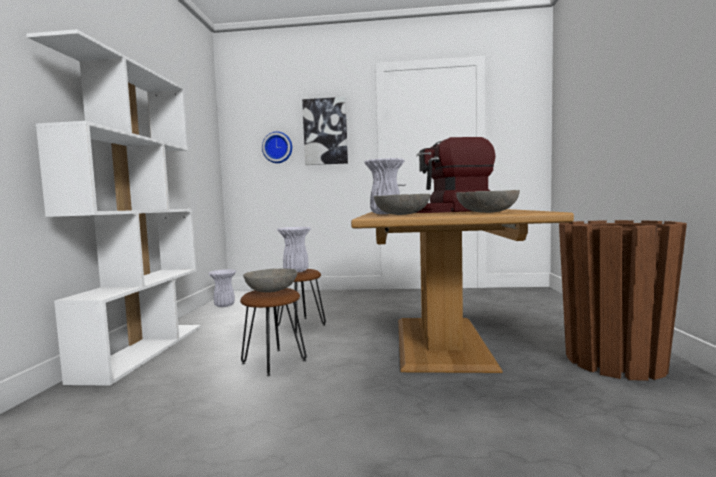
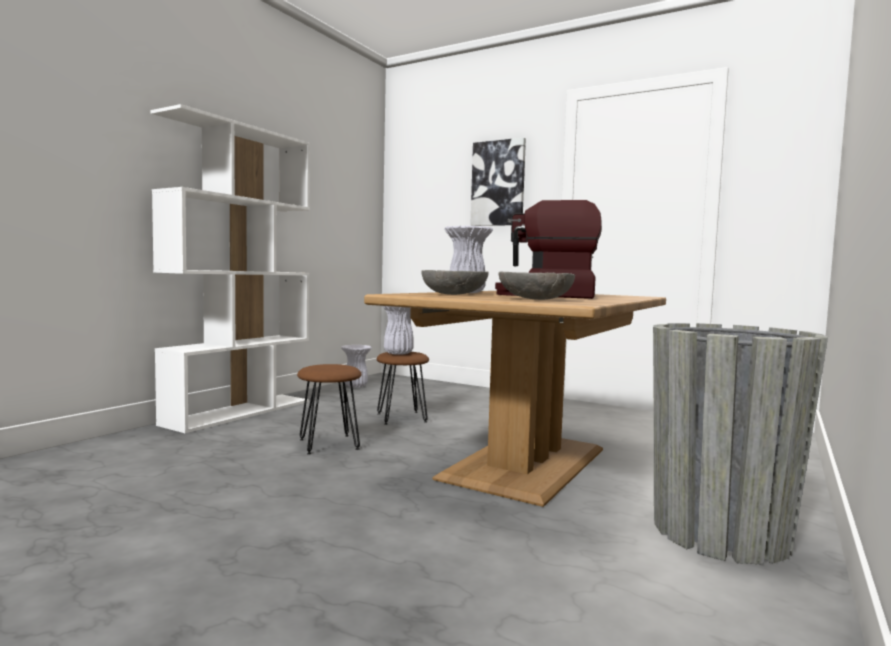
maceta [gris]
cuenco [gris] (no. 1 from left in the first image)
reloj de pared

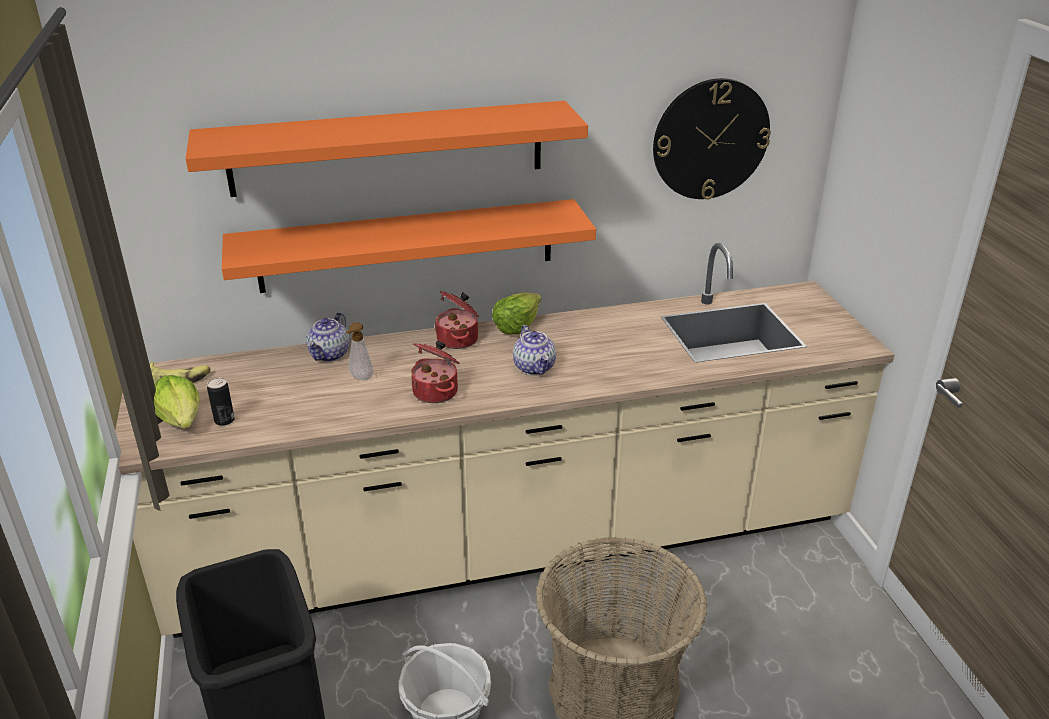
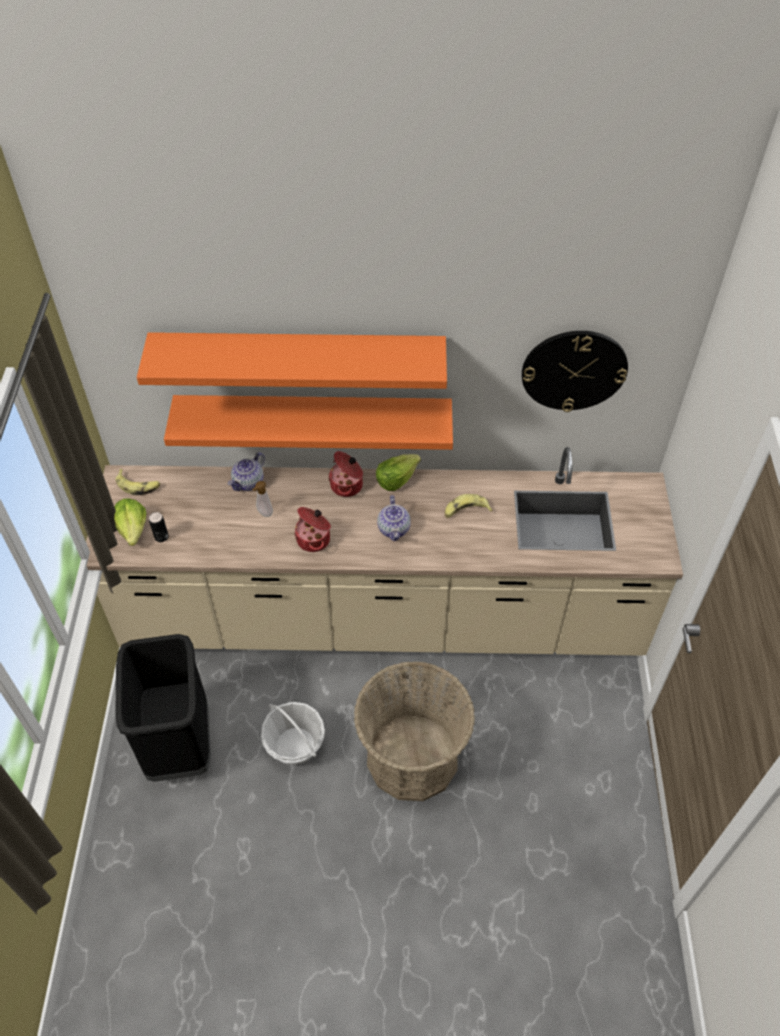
plátano (no. 2 from left)

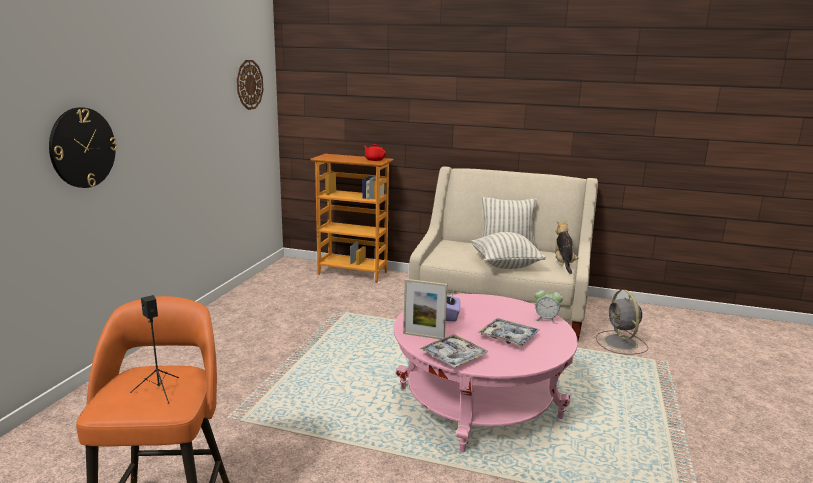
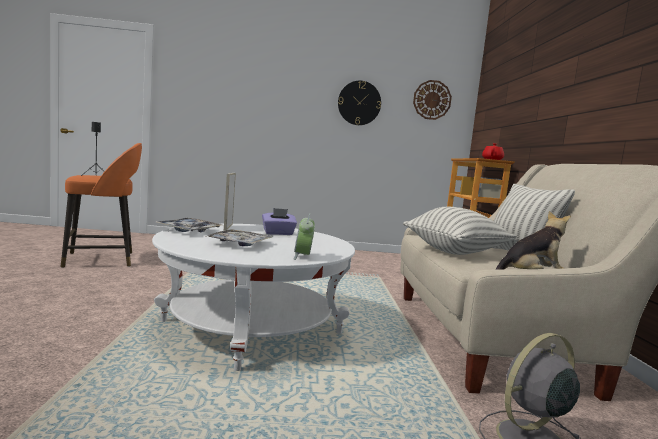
mesa de centro [blanco]
reloj de pared (no. 1 from left)

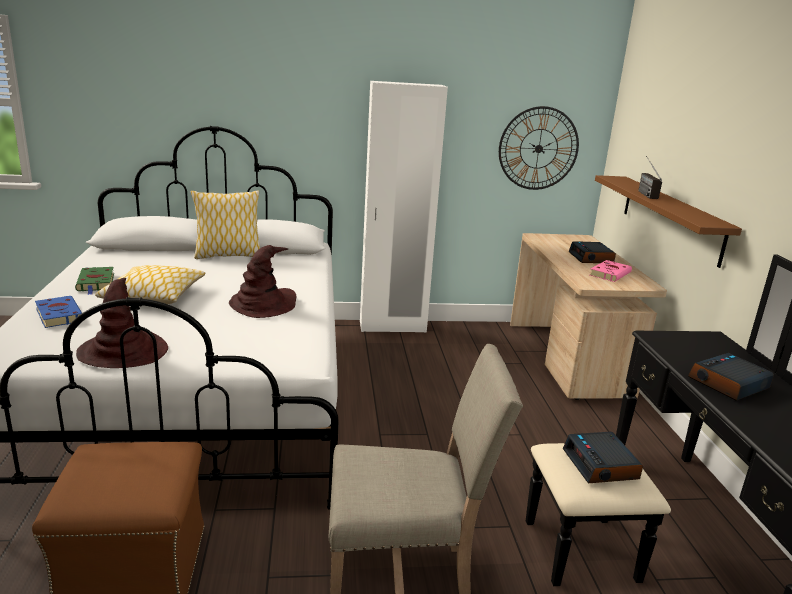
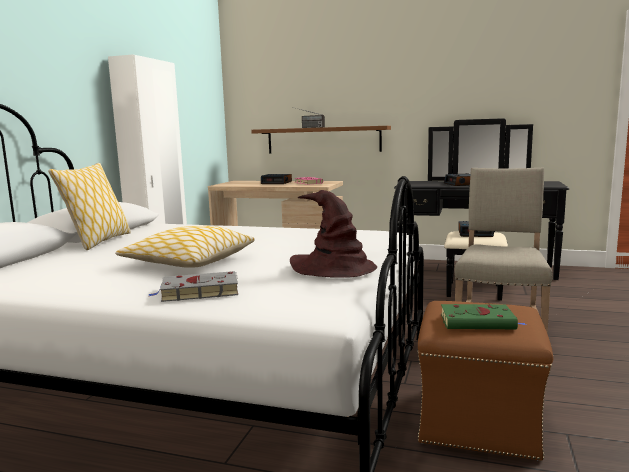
libro [gris]
libro [verde]
sombrero [marrón] (no. 2 from left in the first image)
reloj de pared

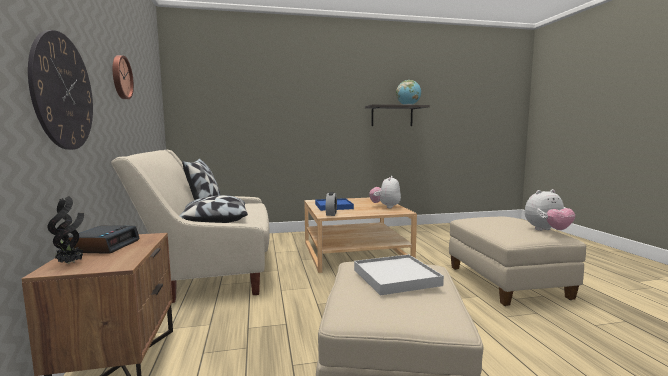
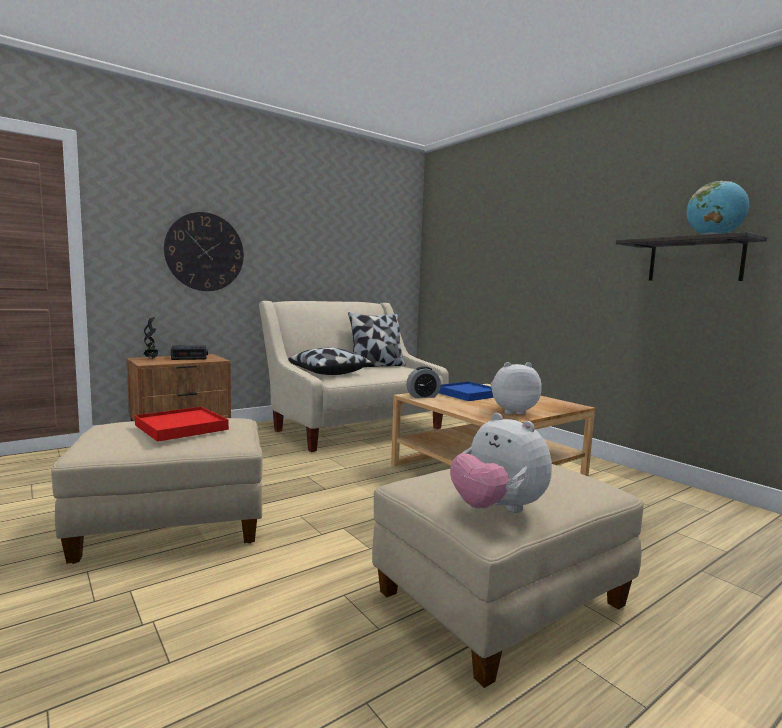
bandeja [rojo]
reloj de pared (no. 2 from left in the first image)

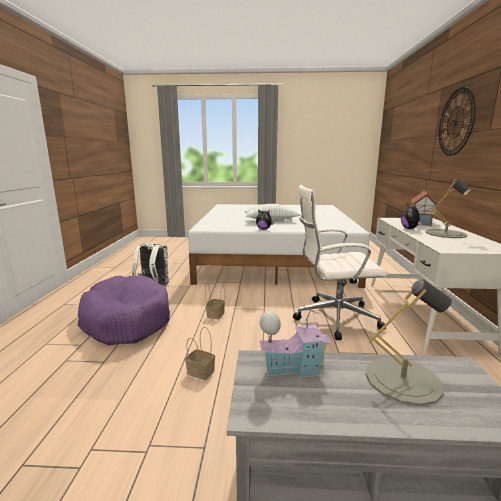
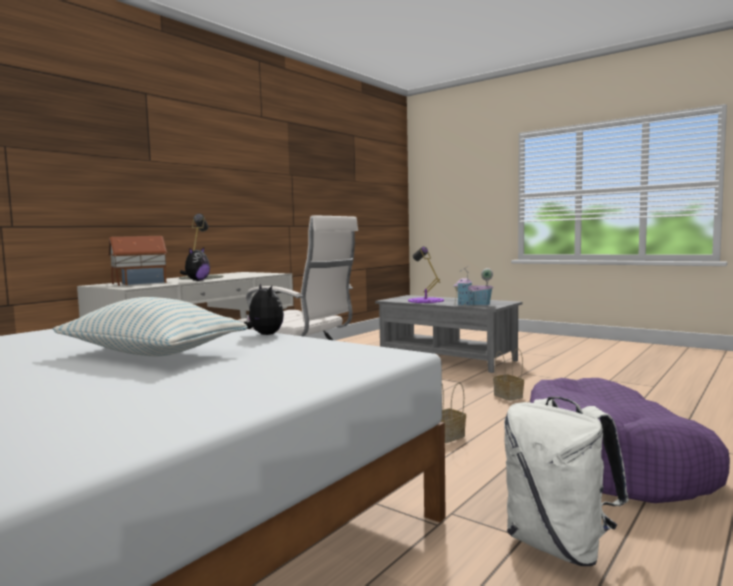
lámpara de mesa [morado]
reloj de pared

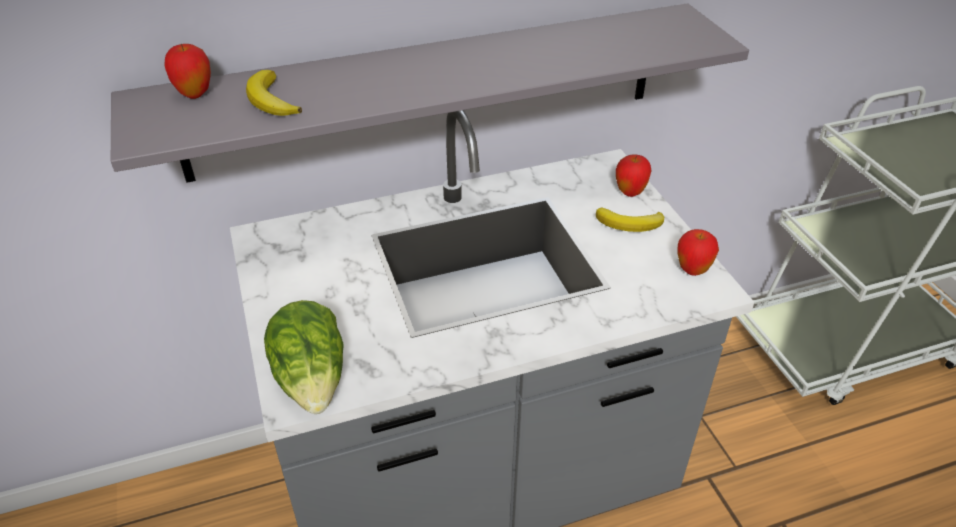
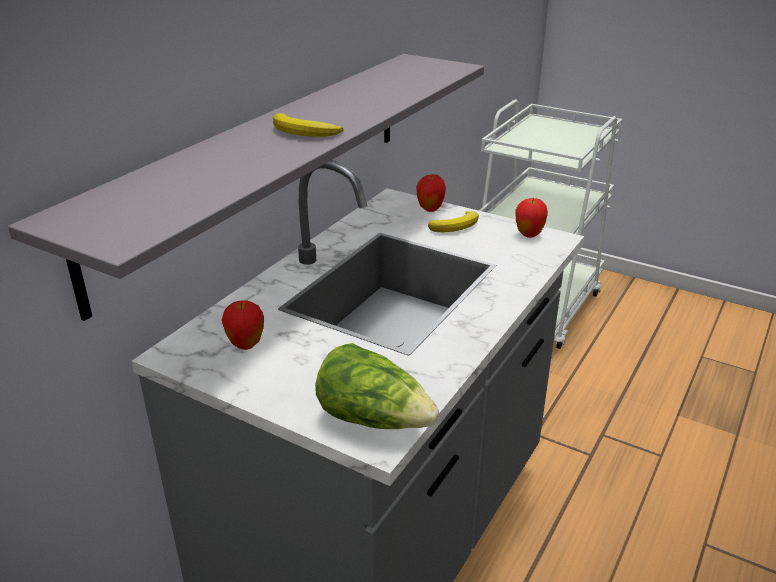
manzana (no. 1 from left)
plátano (no. 1 from left)

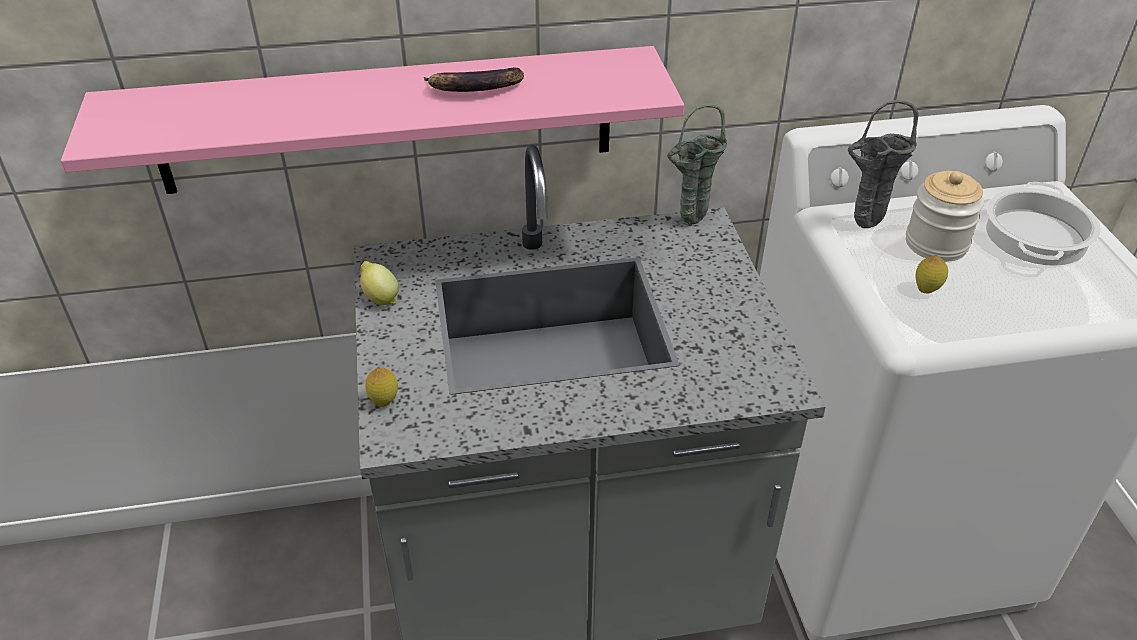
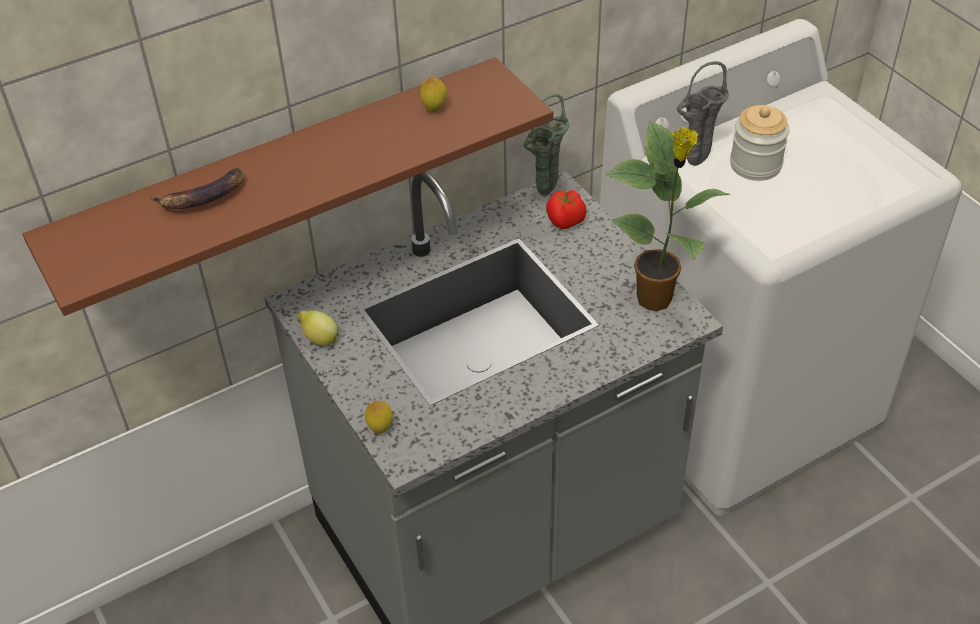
estante [marrón]
plátano
limón (no. 3 from left)
tomate
planta en maceta
olla

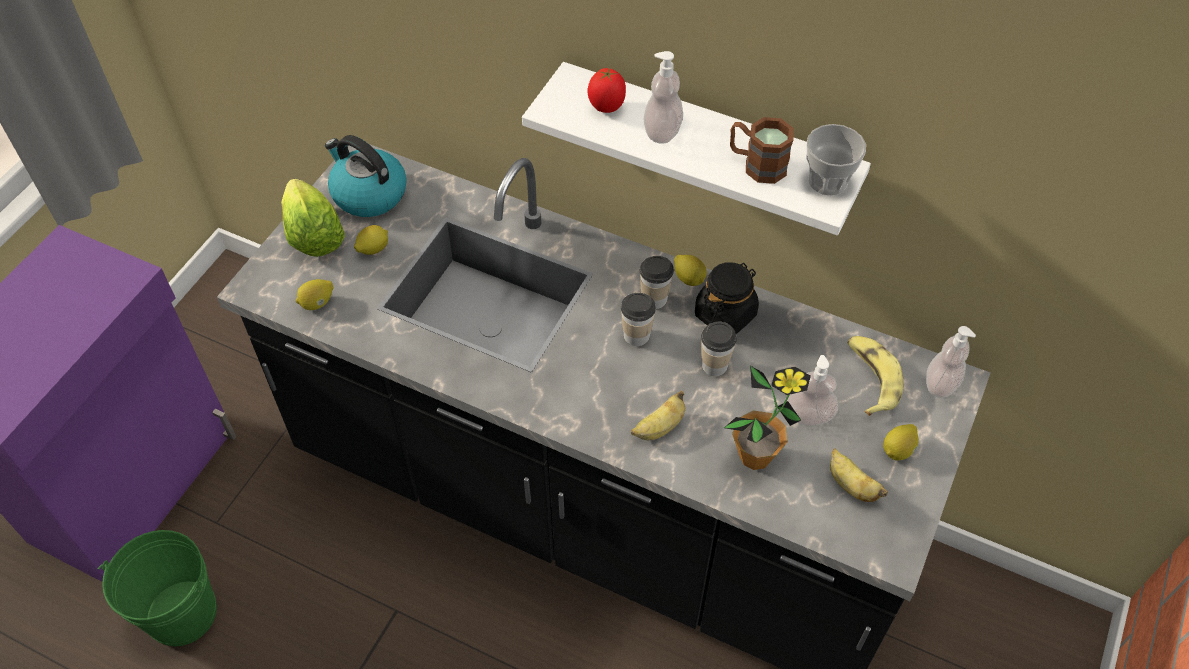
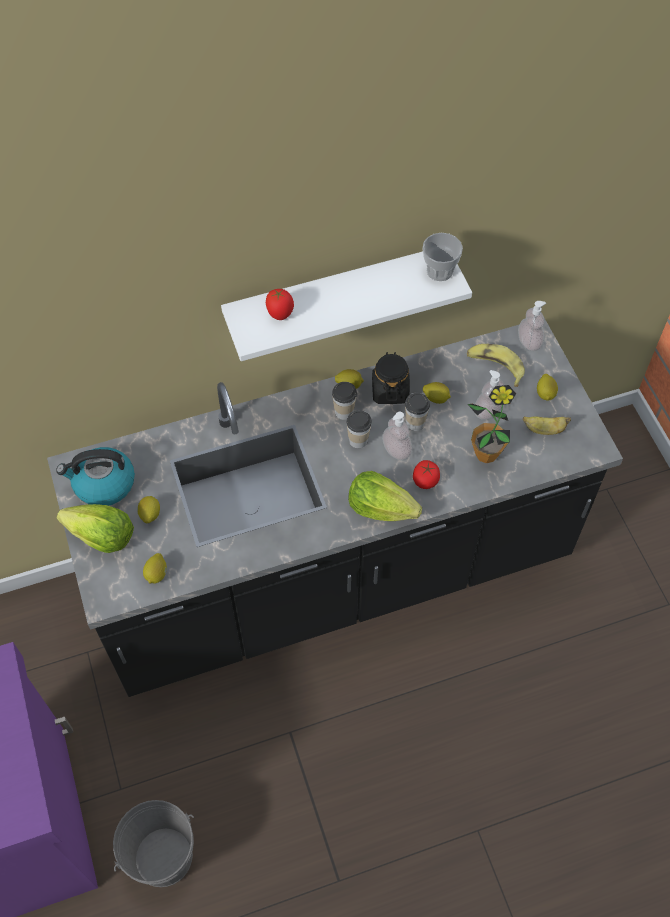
cubo [gris]
lechuga (no. 2 from left)
dispensador de jabón (no. 1 from left)
tomate (no. 2 from left)
limón (no. 4 from left)
taza grande [marrón]

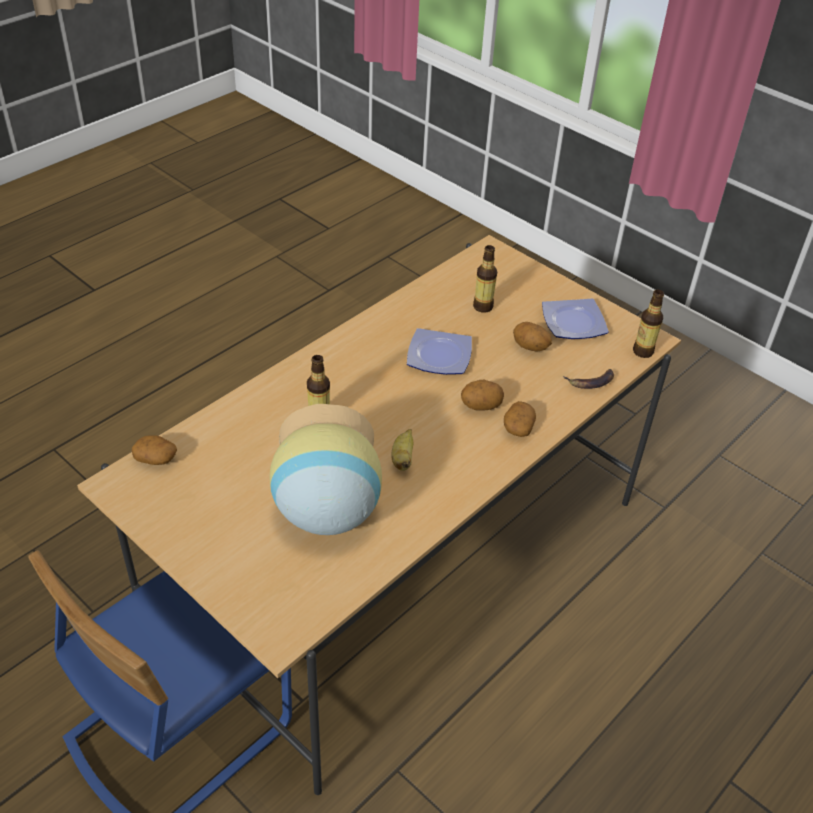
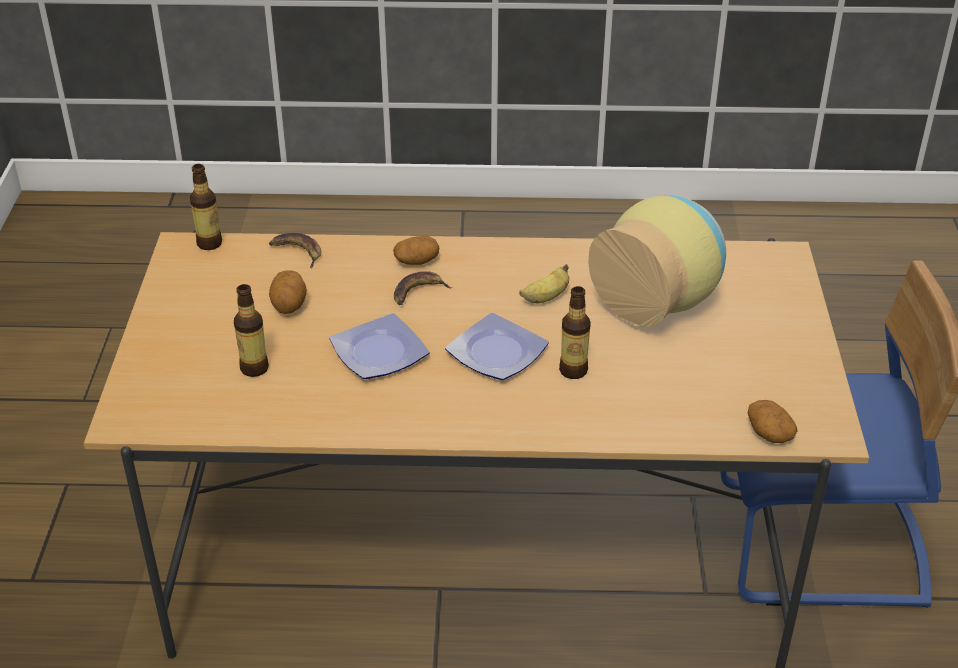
plátano (no. 2 from left)
plato (no. 2 from left)

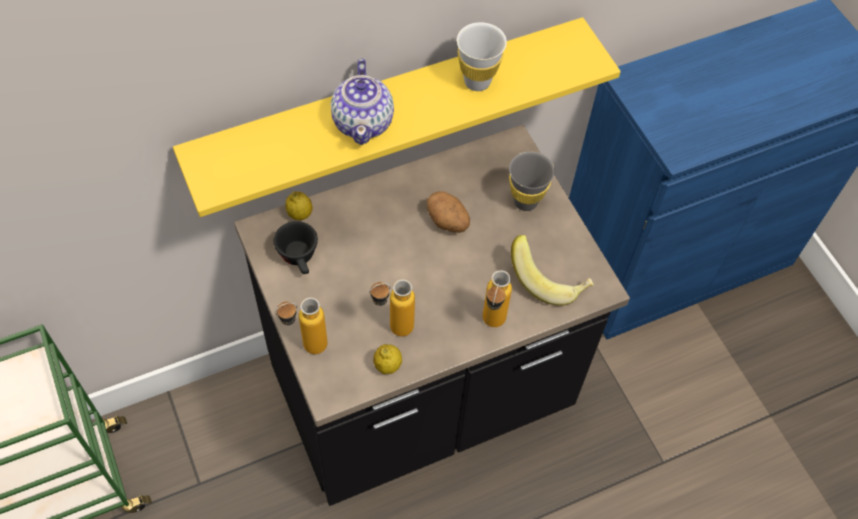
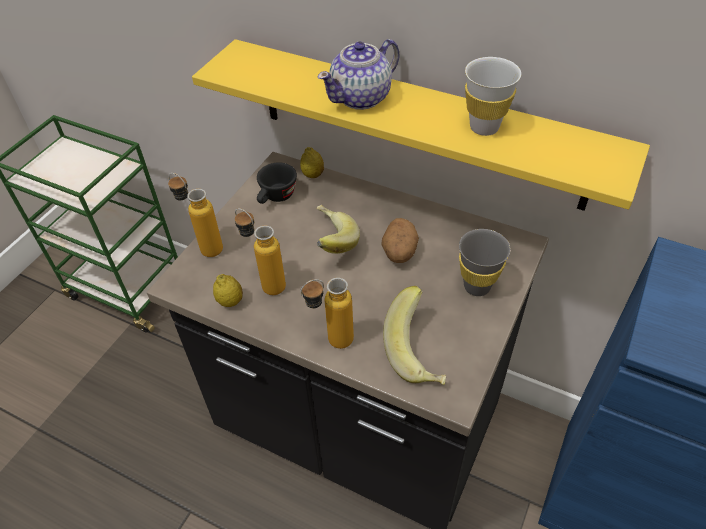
plátano (no. 1 from left)

